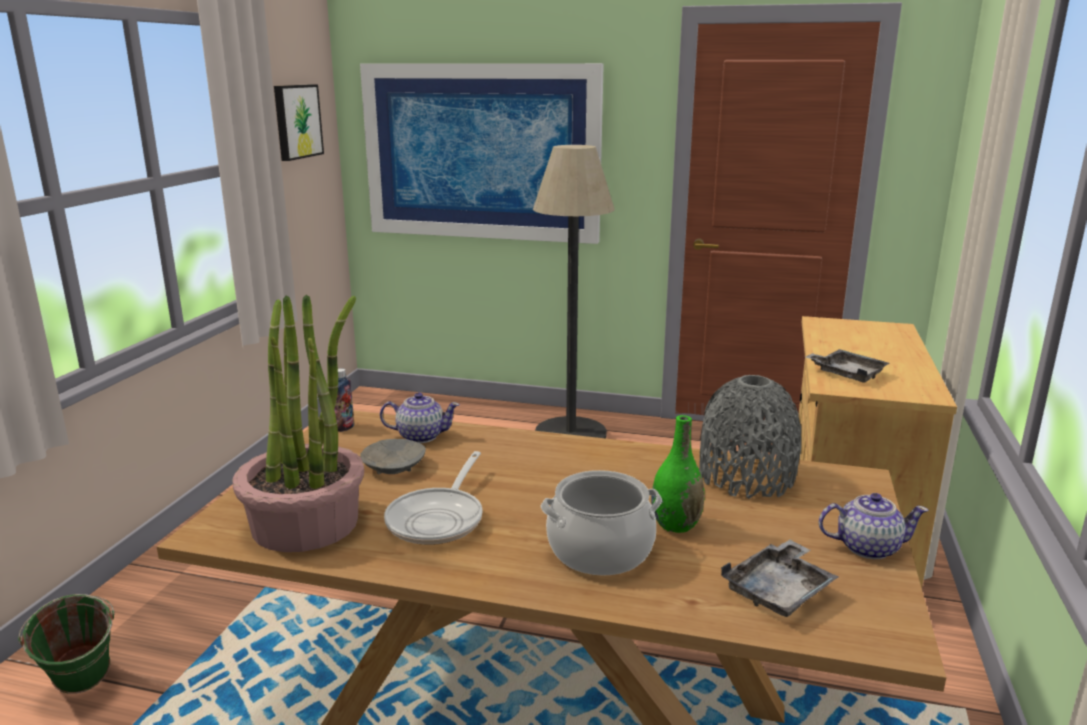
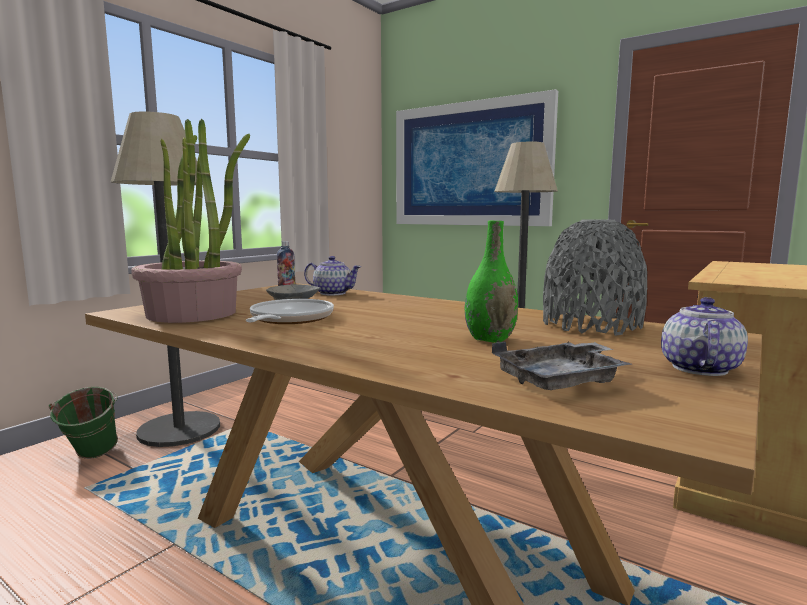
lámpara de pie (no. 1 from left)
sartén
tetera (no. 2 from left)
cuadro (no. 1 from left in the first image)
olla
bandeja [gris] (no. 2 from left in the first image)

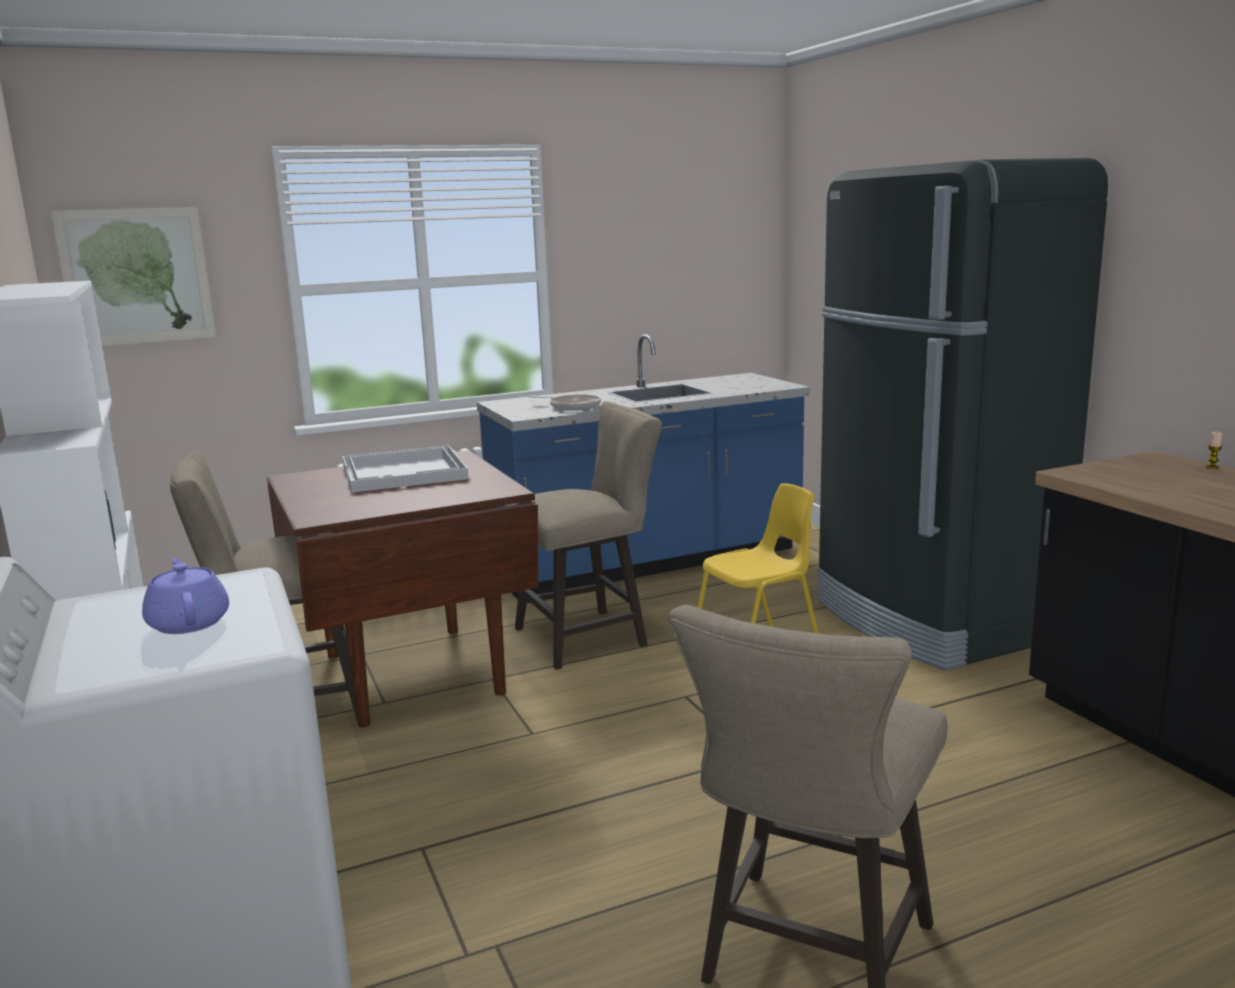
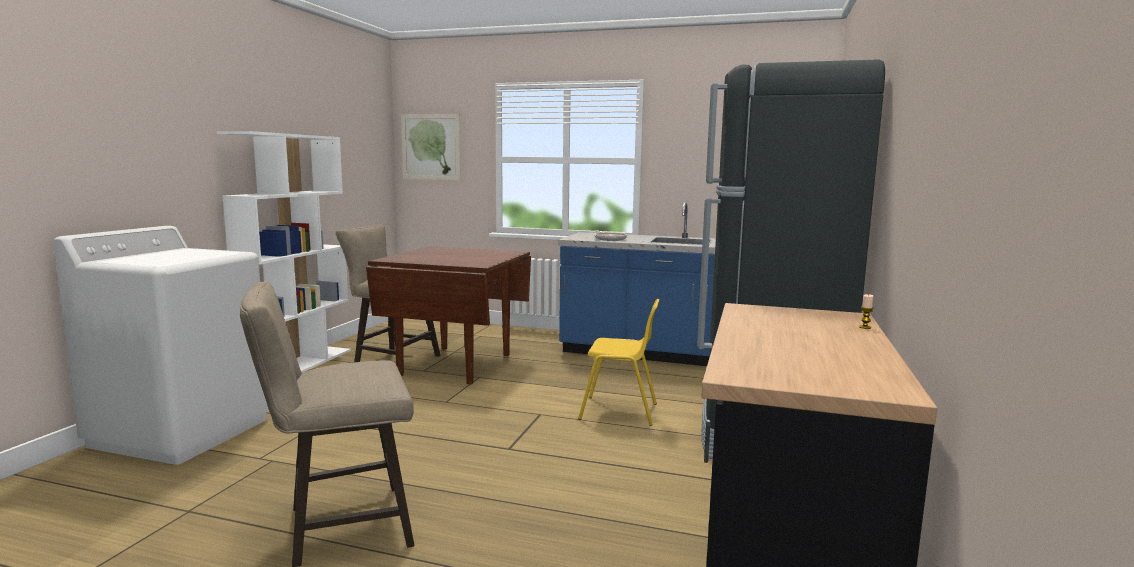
tetera [morado]
bandeja [blanco]
taburete [beis] (no. 2 from left in the first image)

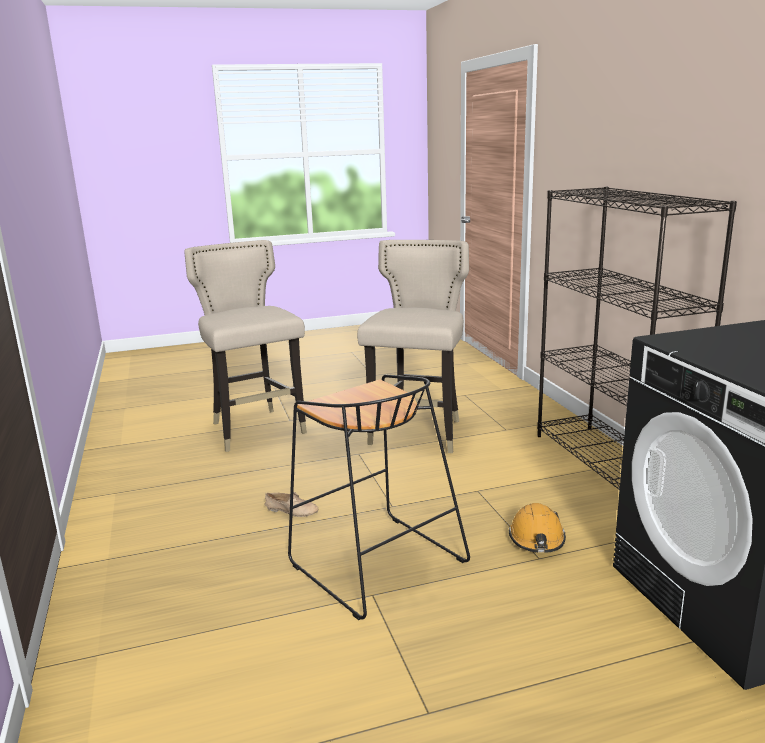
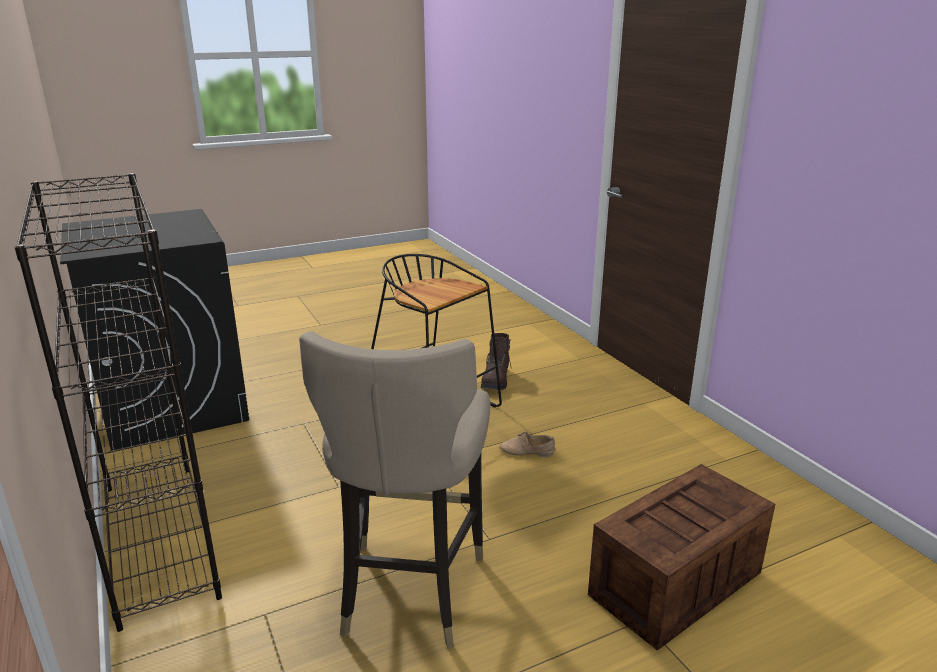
bota [marrón]
caja de embalaje
casco [naranja]

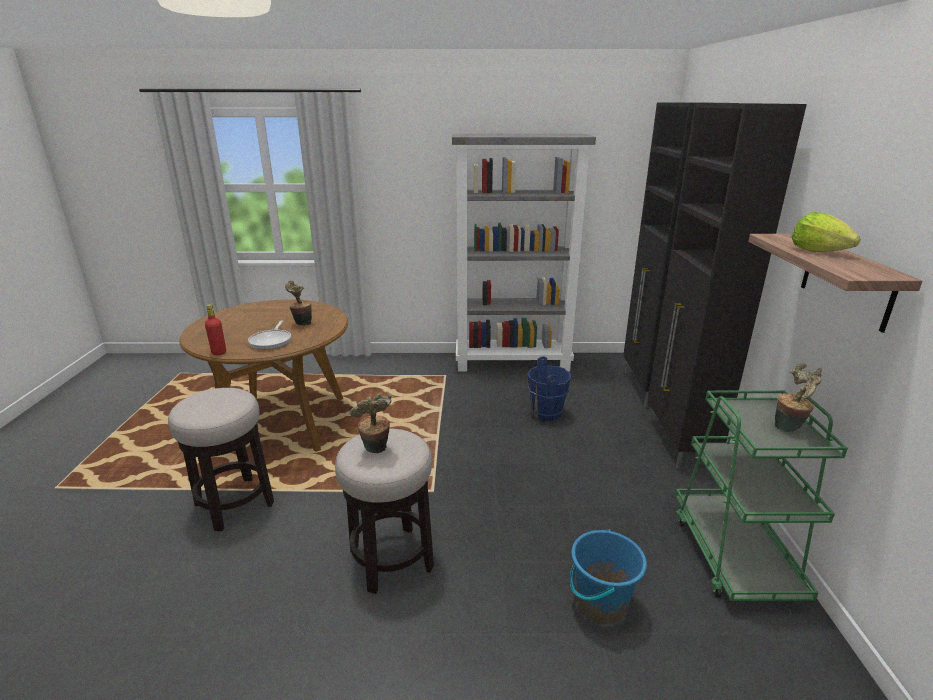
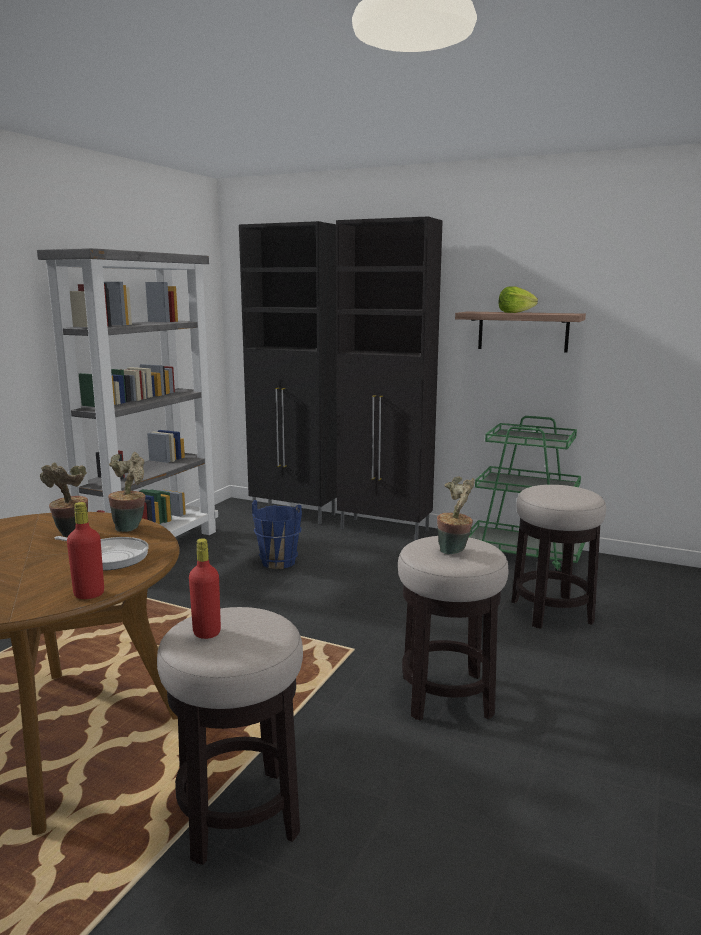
planta en maceta (no. 2 from left)
botella [rojo] (no. 2 from left)
taburete (no. 3 from left)

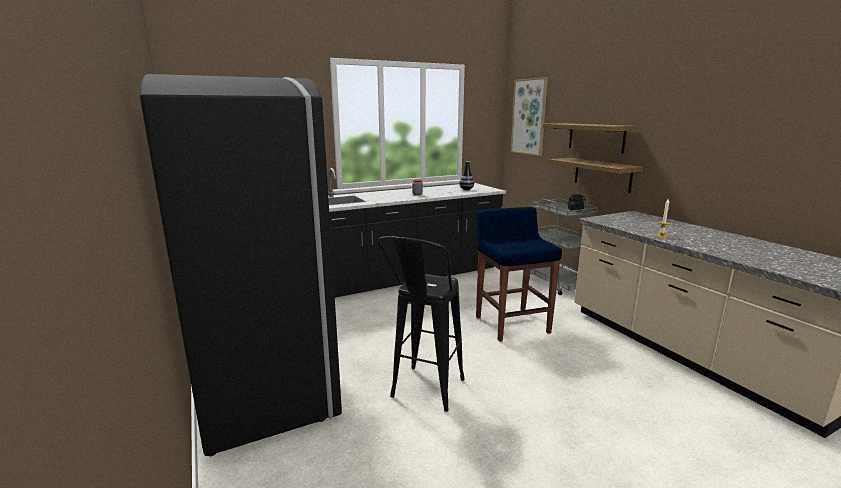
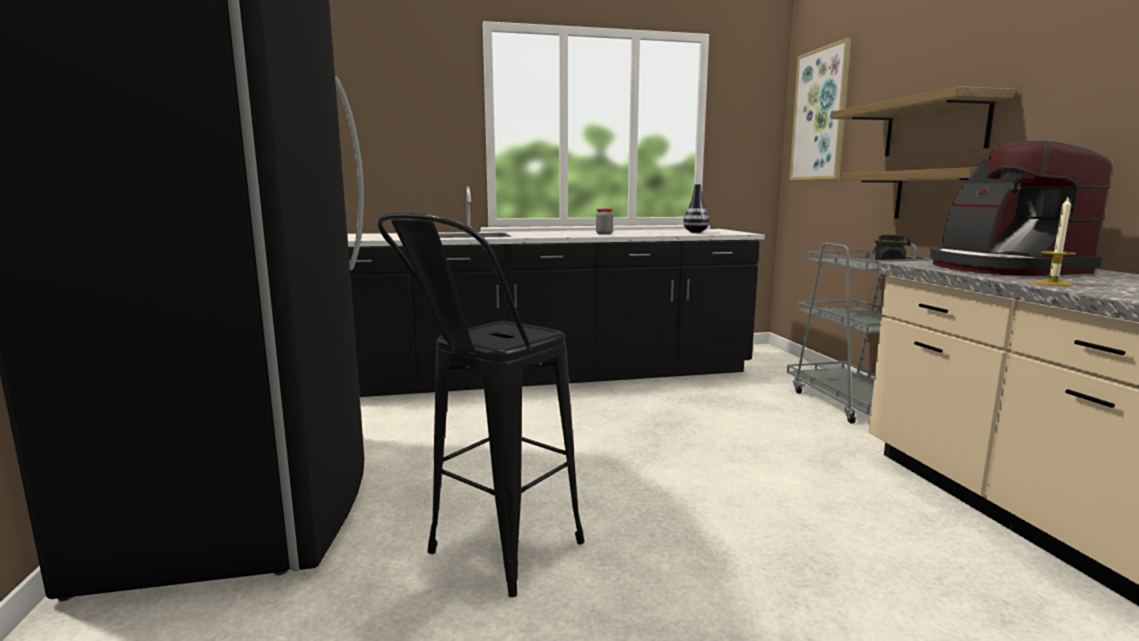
cafetera
taburete [azul]

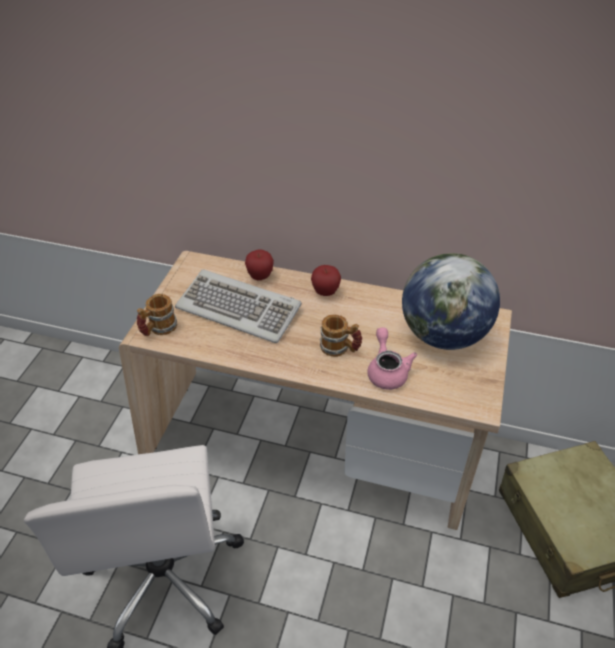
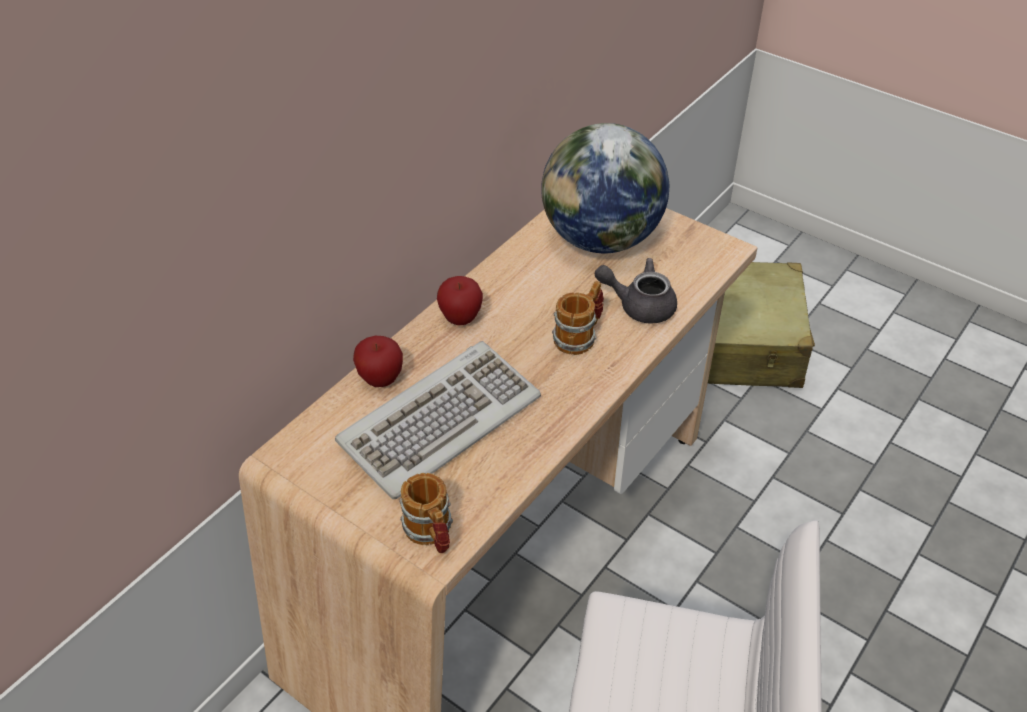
tetera [gris]

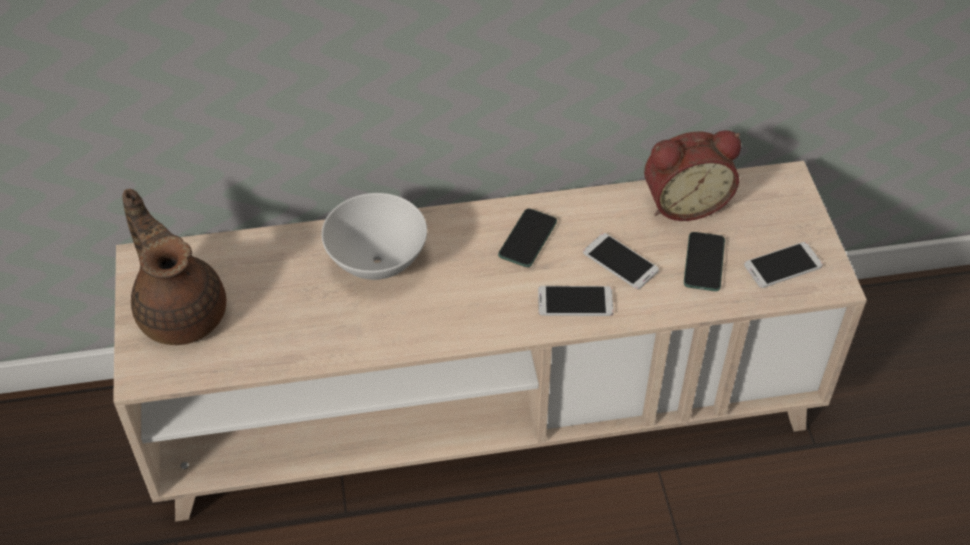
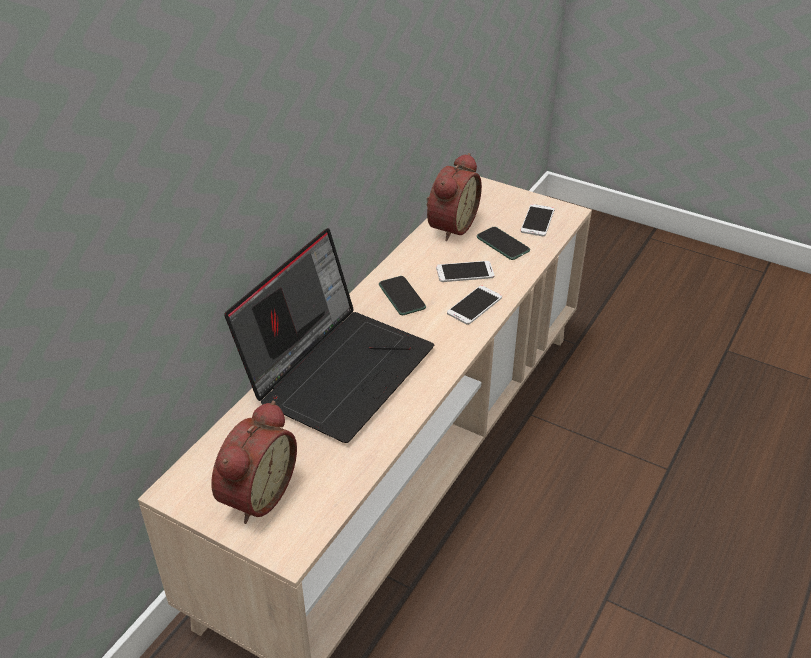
despertador (no. 1 from left)
portátil

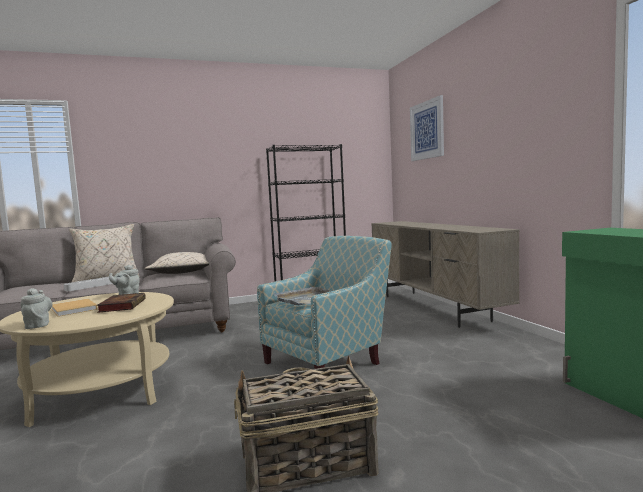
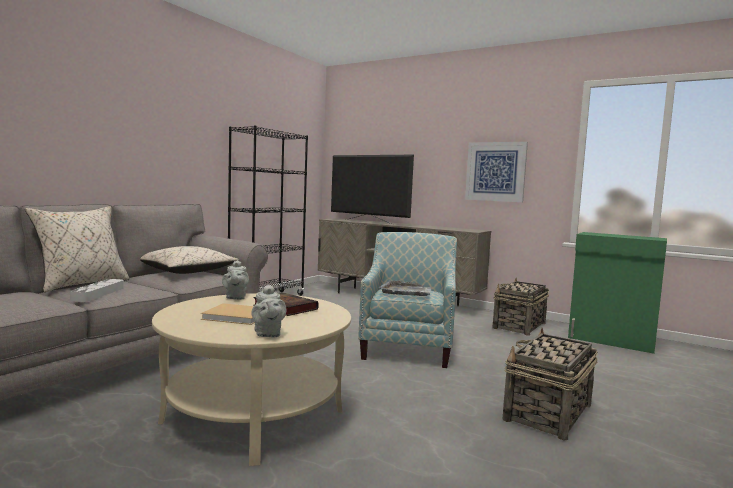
tetera [gris] (no. 2 from left)
televisor
cuadro
cesta (no. 1 from left)

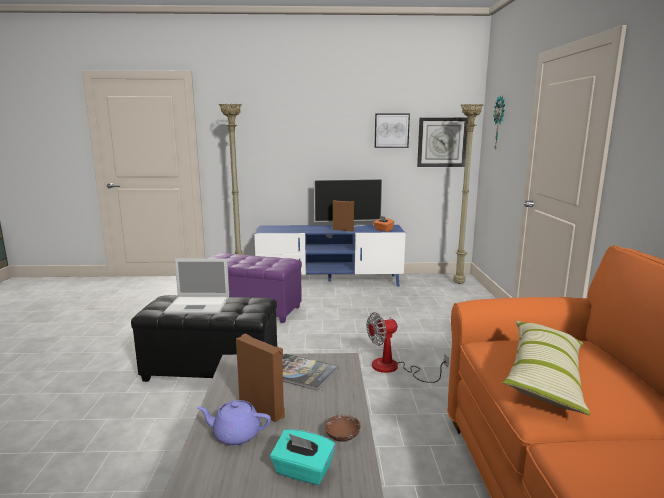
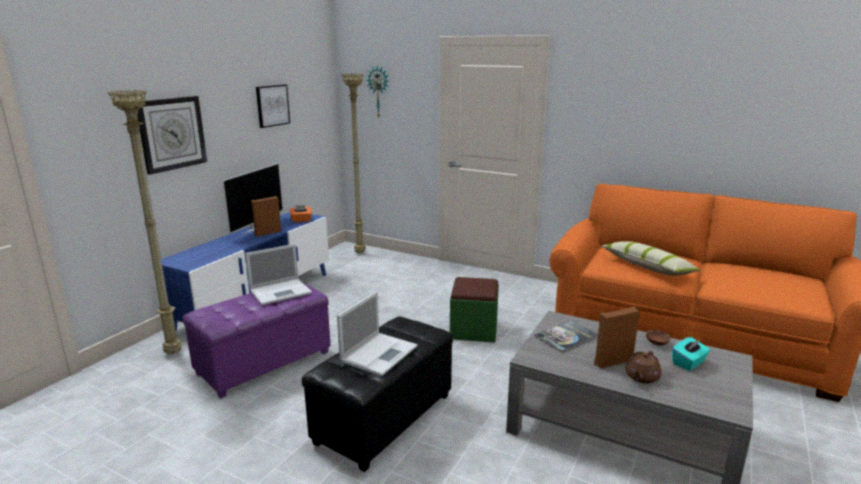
reloj de pared (no. 1 from left)
portátil (no. 1 from left)
puf [verde]
tetera [marrón]

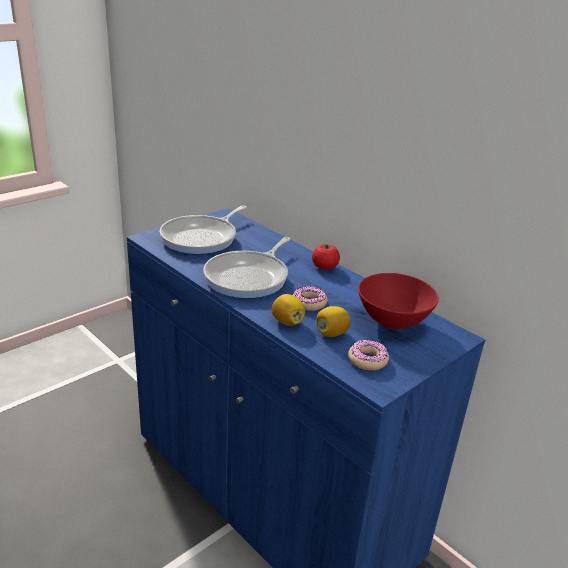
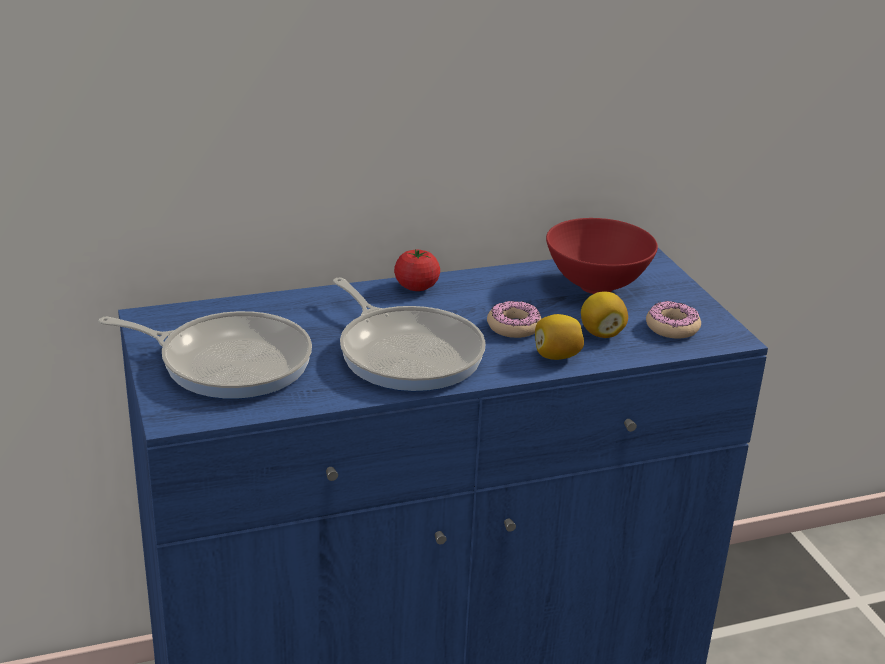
sartén (no. 1 from left)

